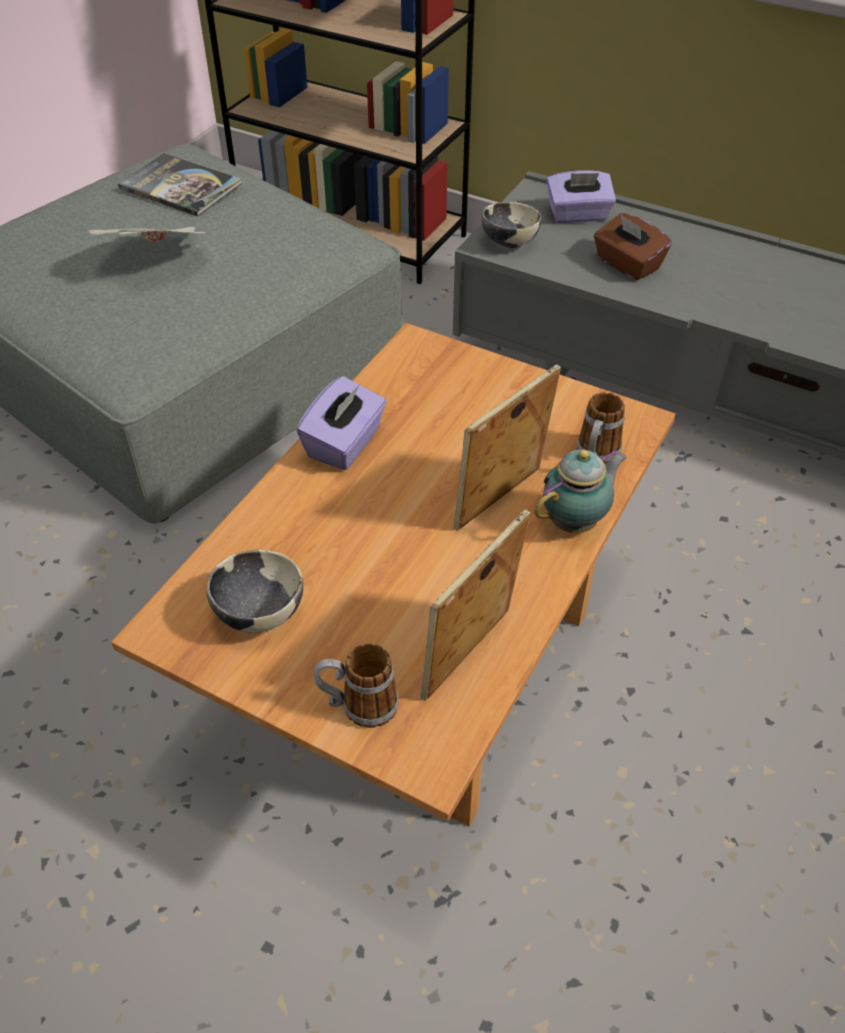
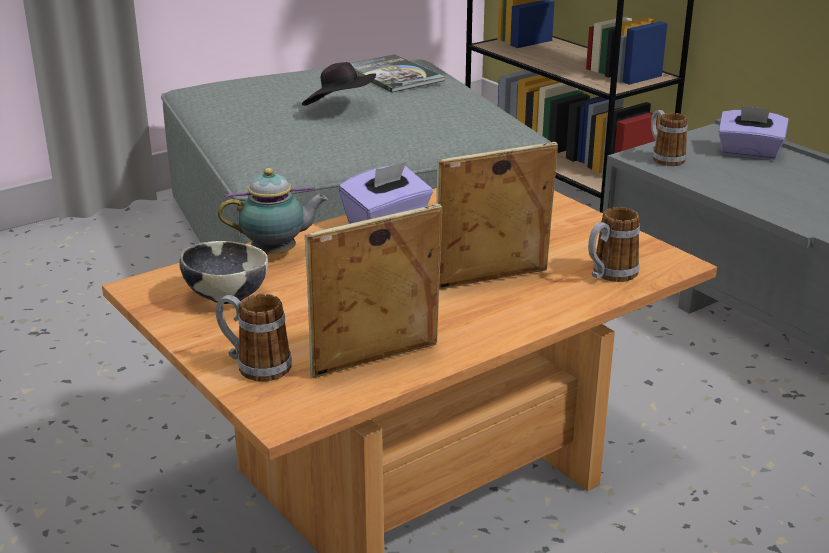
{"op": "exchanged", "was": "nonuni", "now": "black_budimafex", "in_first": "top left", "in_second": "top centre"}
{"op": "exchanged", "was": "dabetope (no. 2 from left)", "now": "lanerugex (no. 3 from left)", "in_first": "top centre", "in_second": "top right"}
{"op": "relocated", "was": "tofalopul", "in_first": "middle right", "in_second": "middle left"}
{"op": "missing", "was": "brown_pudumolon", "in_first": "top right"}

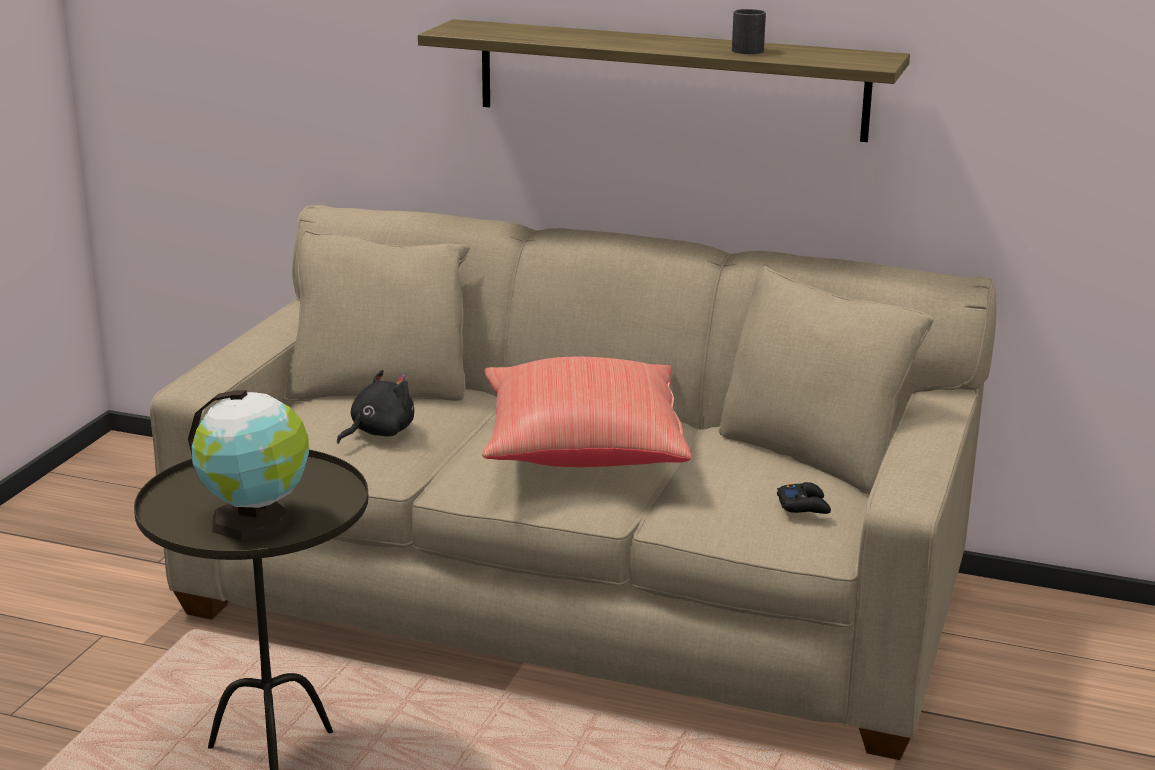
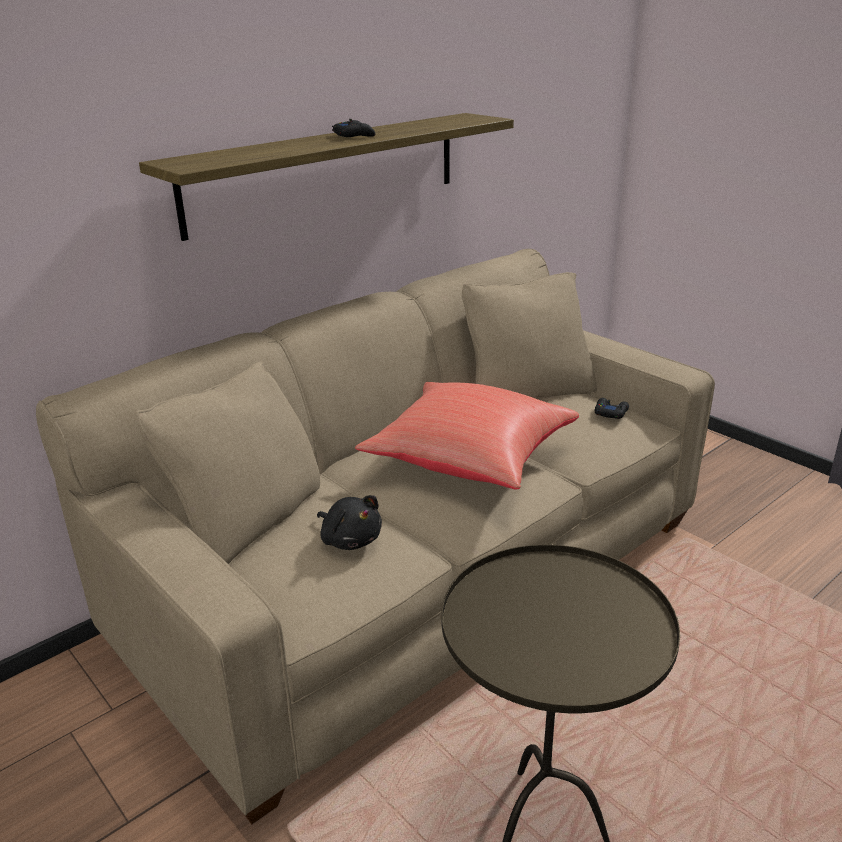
{"op": "missing", "was": "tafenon", "in_first": "middle left"}
{"op": "spun", "was": "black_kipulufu", "in_first": "middle left", "in_second": "centre", "clockwise": 150}
{"op": "missing", "was": "black_lanerugex", "in_first": "top centre"}
{"op": "appeared", "now": "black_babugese (no. 1 from left)", "in_second": "top centre"}

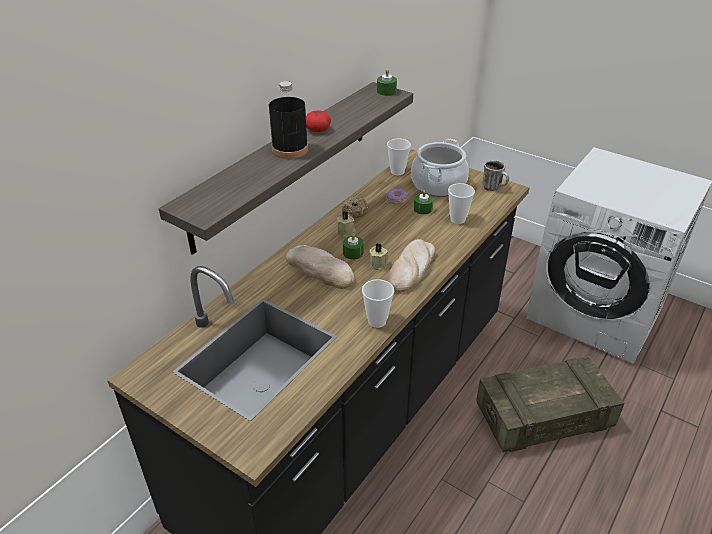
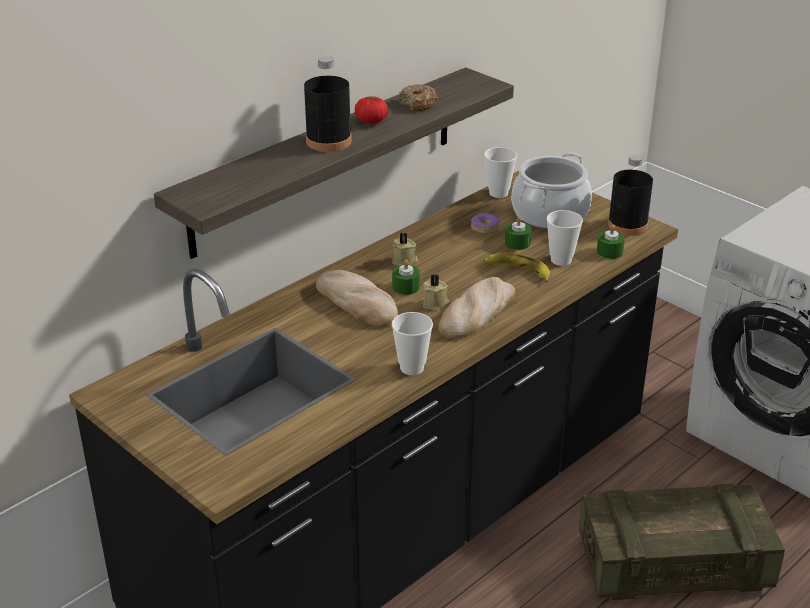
{"op": "relocated", "was": "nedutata (no. 1 from left)", "in_first": "centre", "in_second": "top centre"}
{"op": "relocated", "was": "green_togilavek (no. 2 from left in the first image)", "now": "green_togilavek (no. 3 from left)", "in_first": "top centre", "in_second": "middle right"}
{"op": "exchanged", "was": "lanerugex", "now": "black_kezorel (no. 2 from left)", "in_first": "top right", "in_second": "top right"}
{"op": "appeared", "now": "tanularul", "in_second": "centre"}

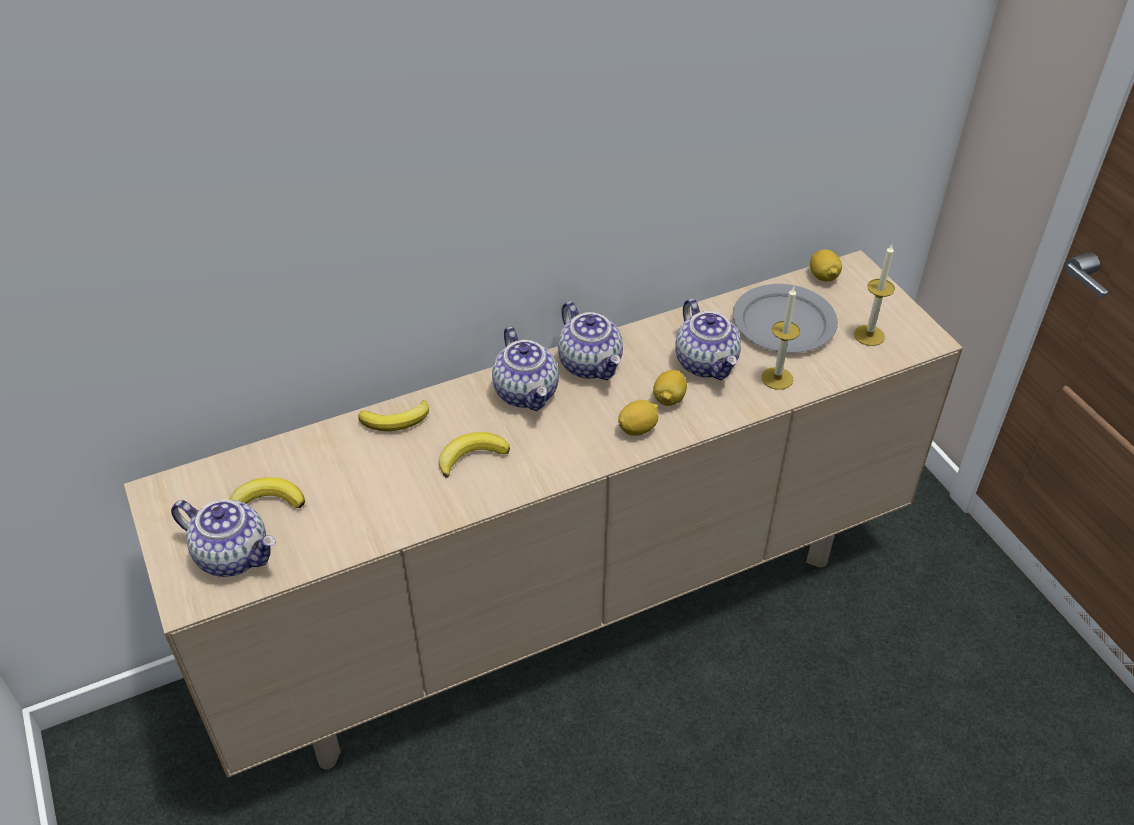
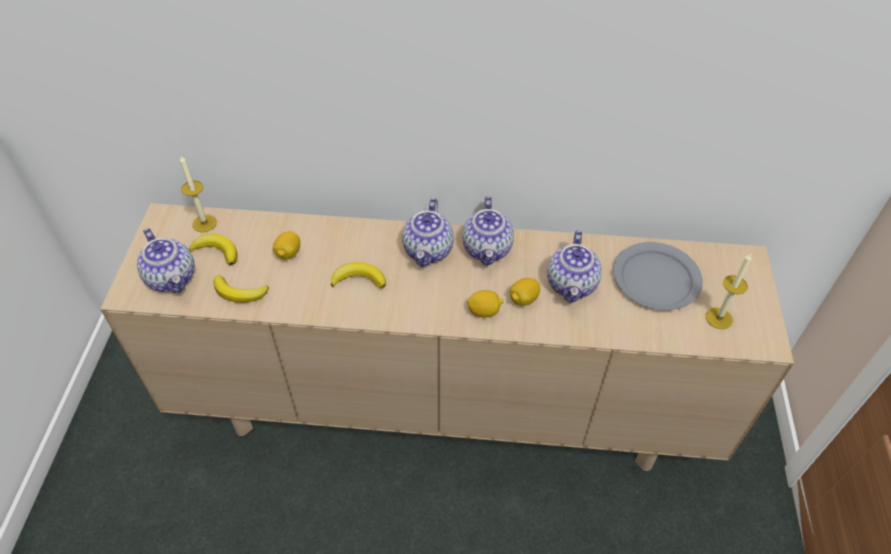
{"op": "relocated", "was": "tanularul (no. 2 from left)", "in_first": "centre", "in_second": "middle left"}
{"op": "relocated", "was": "togilavek (no. 1 from left)", "in_first": "middle right", "in_second": "middle left"}
{"op": "relocated", "was": "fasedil (no. 3 from left in the first image)", "now": "fasedil (no. 1 from left)", "in_first": "top right", "in_second": "middle left"}

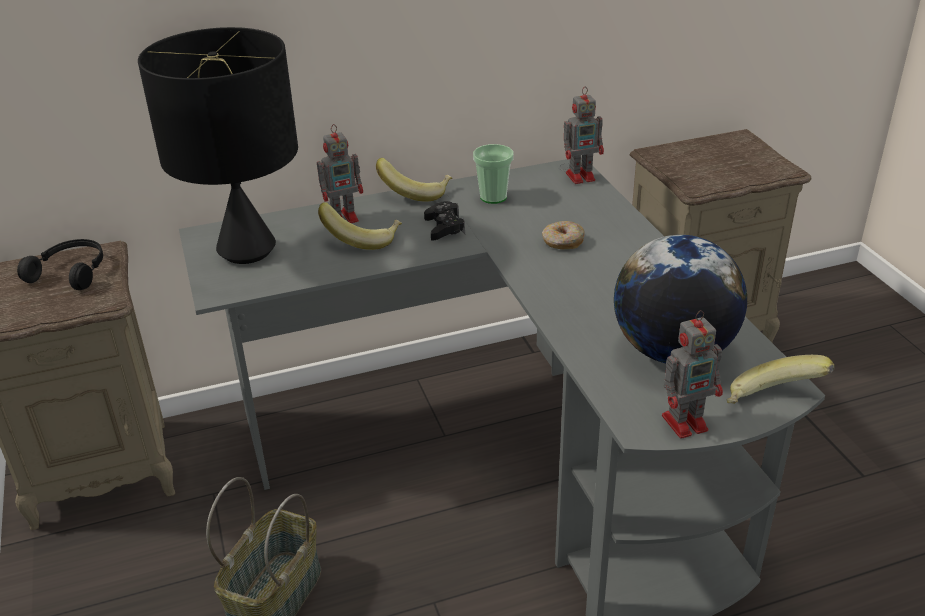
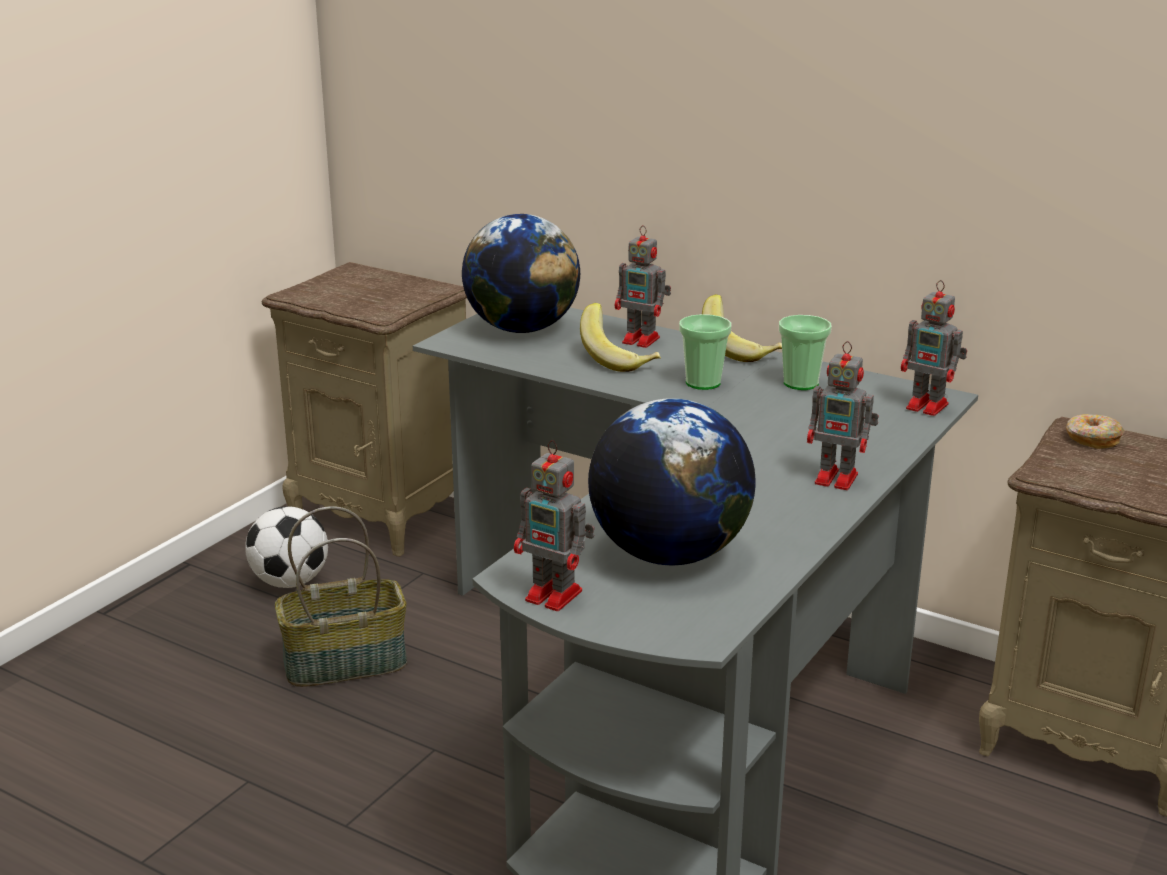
{"op": "missing", "was": "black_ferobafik", "in_first": "middle left"}
{"op": "exchanged", "was": "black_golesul", "now": "tafenon (no. 1 from left)", "in_first": "top left", "in_second": "top centre"}
{"op": "exchanged", "was": "black_babugese", "now": "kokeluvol (no. 1 from left)", "in_first": "centre", "in_second": "centre"}
{"op": "relocated", "was": "nedutata", "in_first": "centre", "in_second": "middle right"}
{"op": "missing", "was": "tanularul (no. 3 from left)", "in_first": "middle right"}
{"op": "appeared", "now": "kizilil", "in_second": "middle left"}
{"op": "appeared", "now": "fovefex (no. 3 from left)", "in_second": "middle right"}

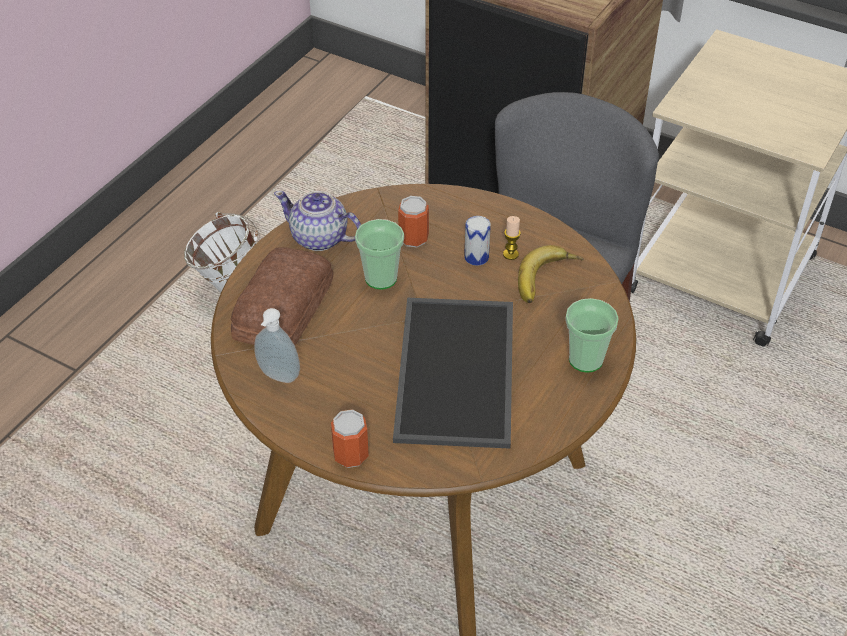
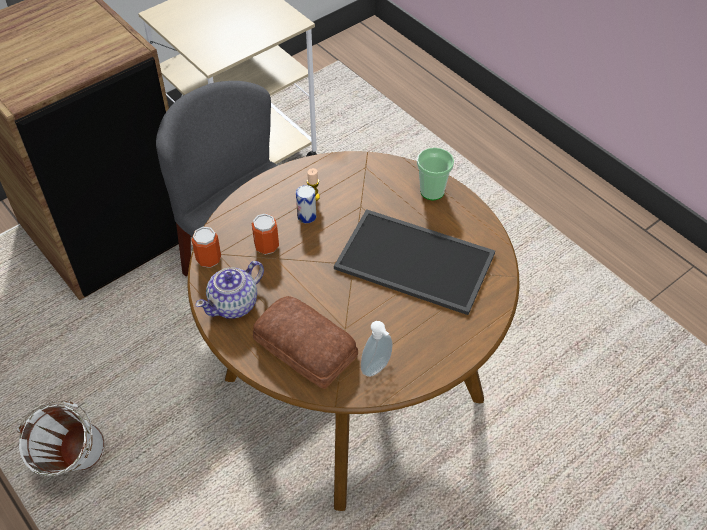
{"op": "relocated", "was": "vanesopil (no. 1 from left)", "in_first": "bottom centre", "in_second": "middle left"}
{"op": "missing", "was": "kokeluvol (no. 1 from left)", "in_first": "centre"}
{"op": "missing", "was": "tanularul", "in_first": "centre"}

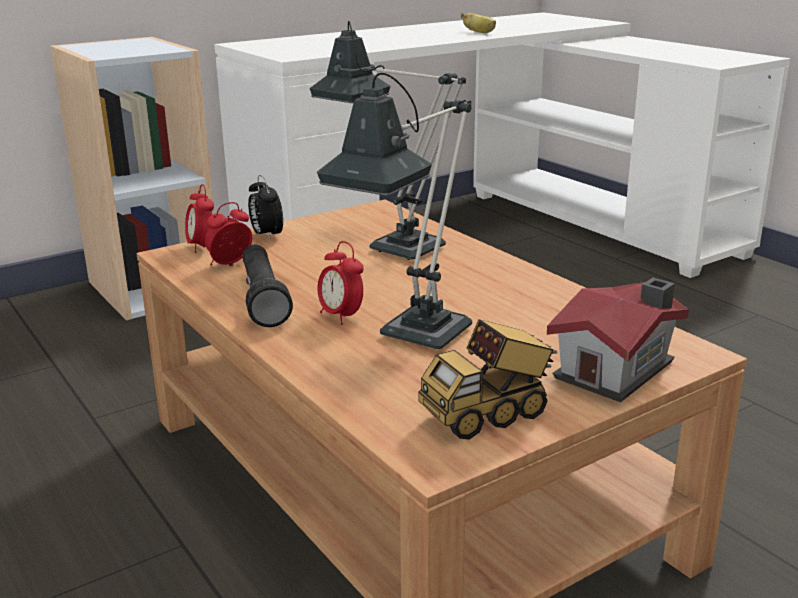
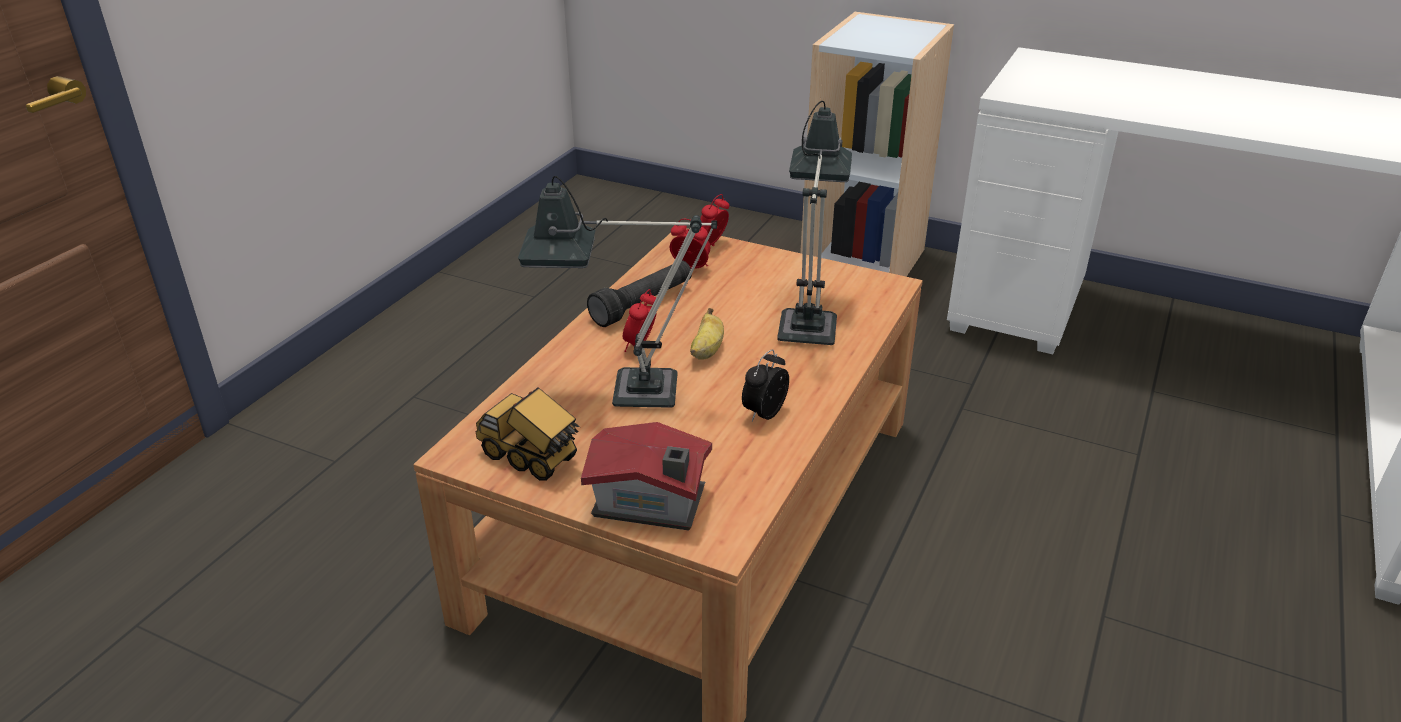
{"op": "relocated", "was": "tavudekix (no. 3 from left in the first image)", "now": "tavudekix (no. 4 from left)", "in_first": "middle left", "in_second": "centre"}
{"op": "relocated", "was": "tanularul", "in_first": "top centre", "in_second": "centre"}

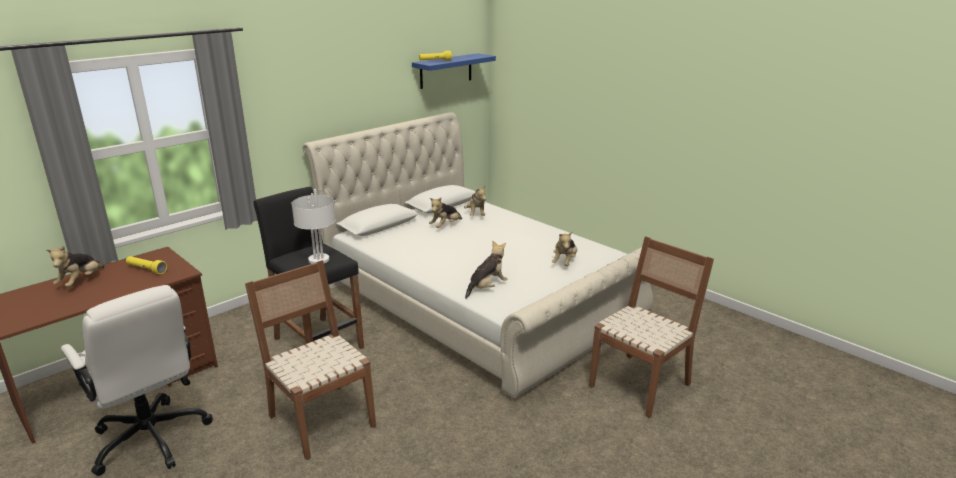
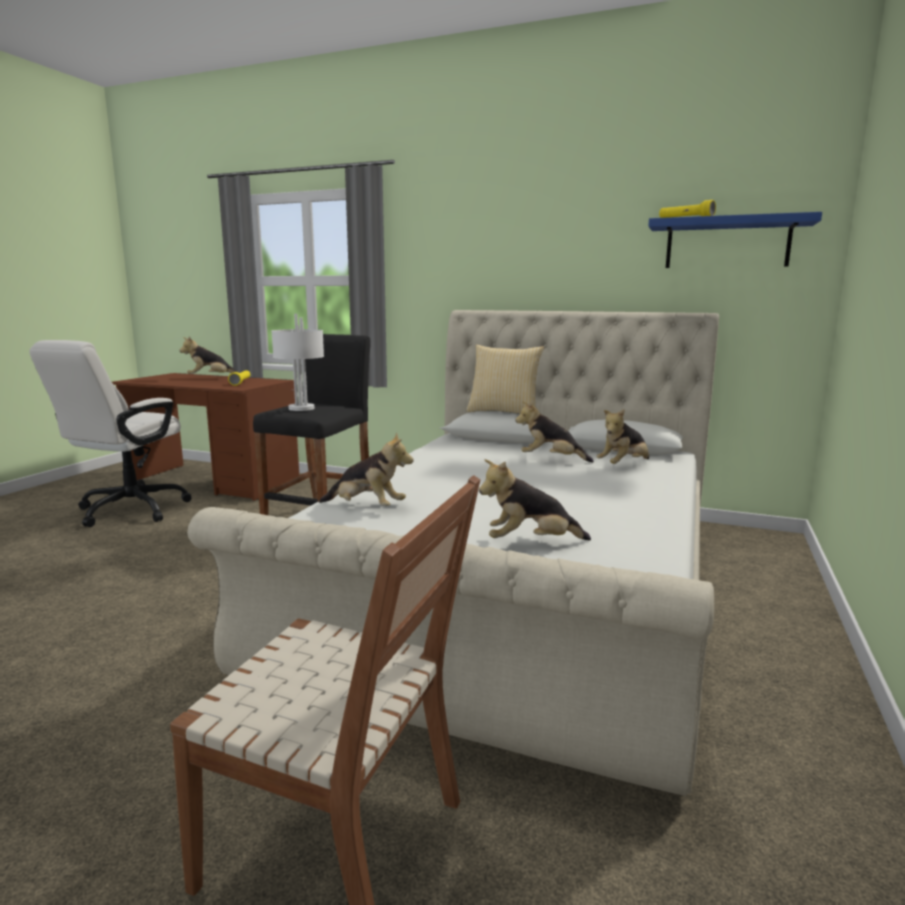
{"op": "missing", "was": "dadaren (no. 1 from left)", "in_first": "bottom left"}
{"op": "appeared", "now": "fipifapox", "in_second": "centre"}

